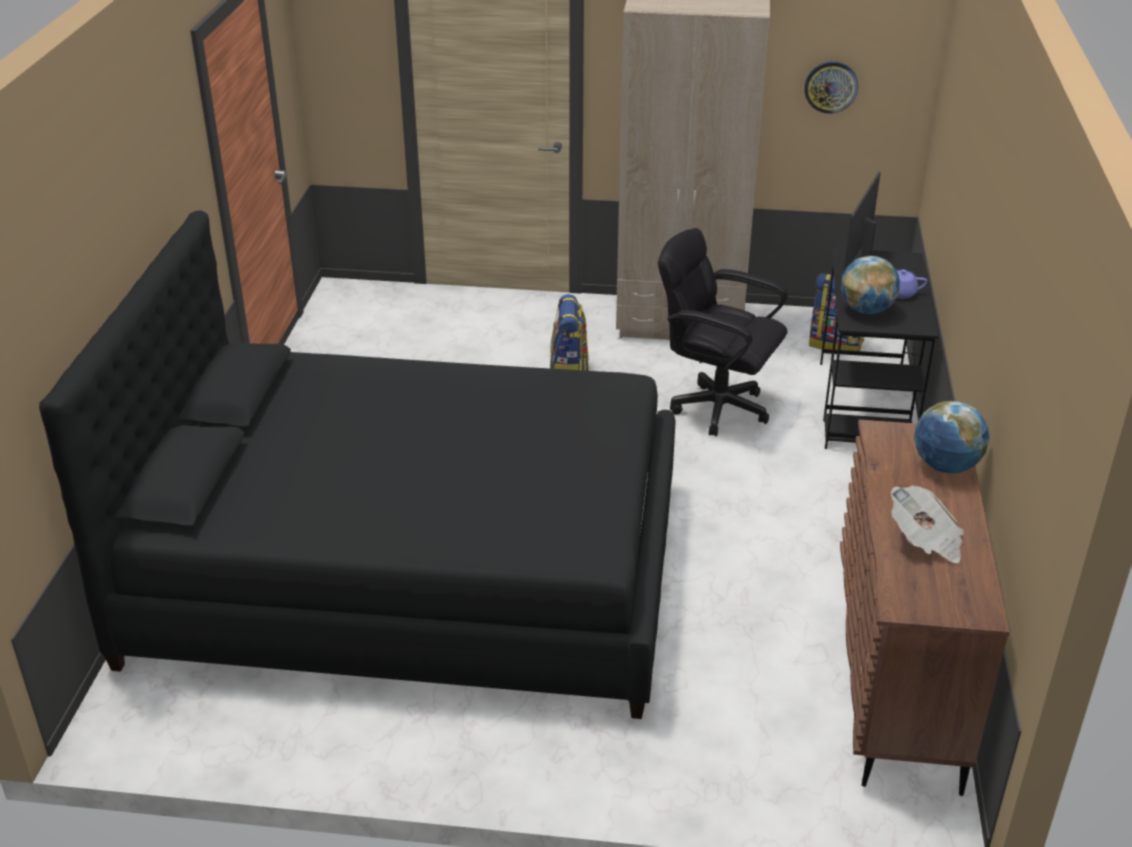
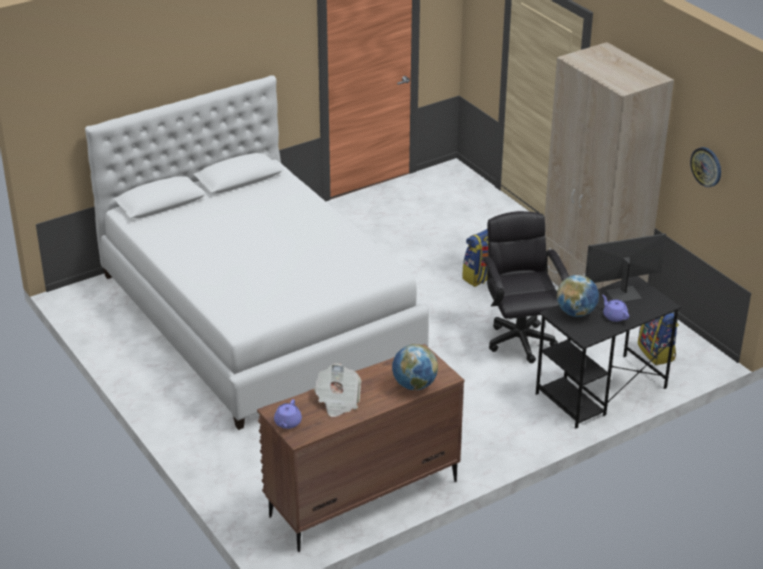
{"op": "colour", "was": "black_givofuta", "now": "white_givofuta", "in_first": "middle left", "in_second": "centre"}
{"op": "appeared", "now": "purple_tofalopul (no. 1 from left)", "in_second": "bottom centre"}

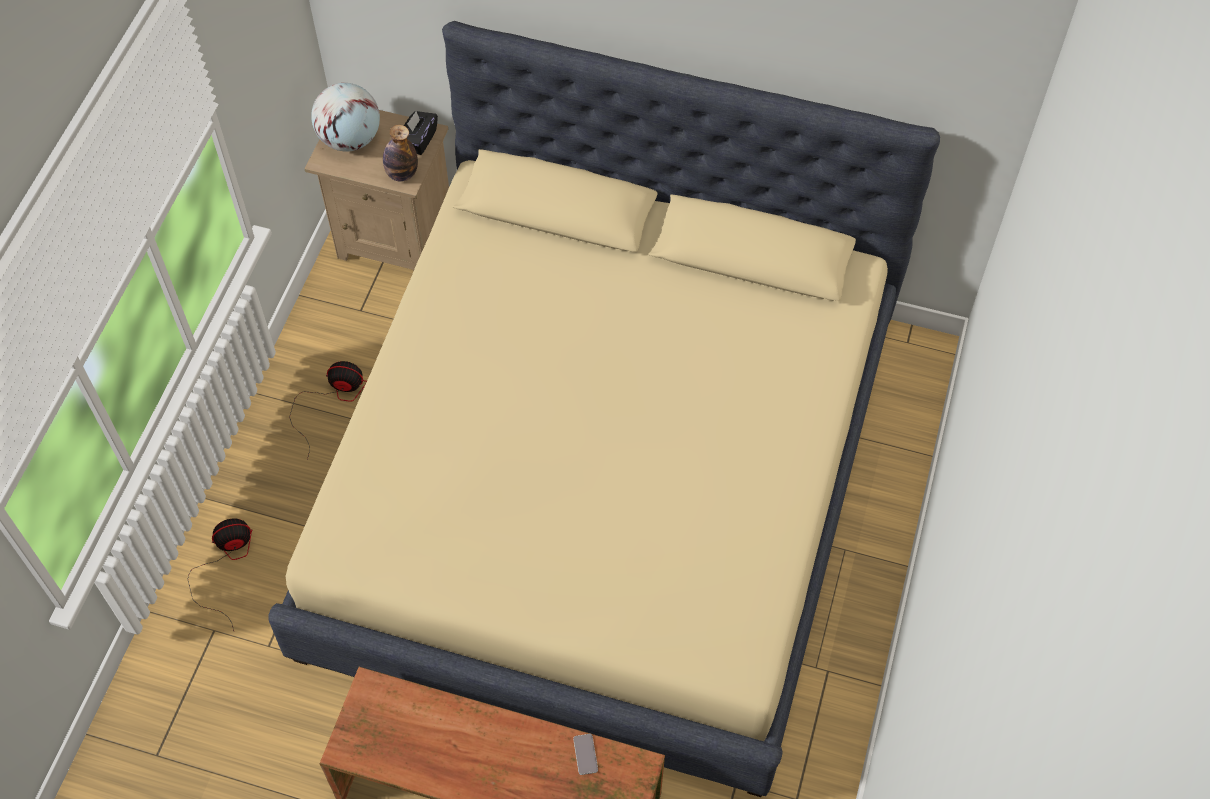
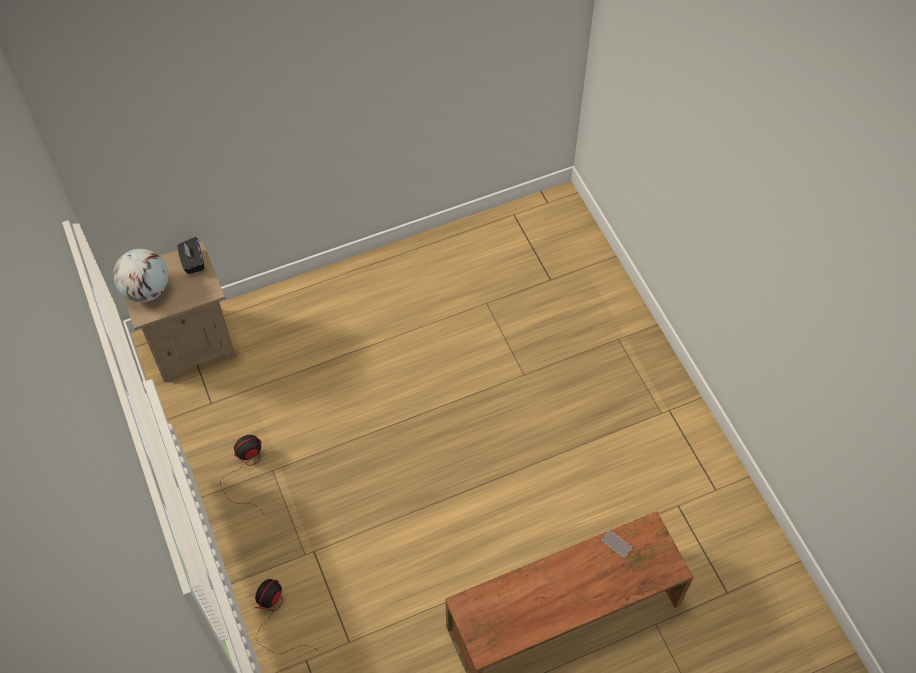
{"op": "missing", "was": "beige_givofuta", "in_first": "centre"}
{"op": "missing", "was": "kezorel", "in_first": "top left"}

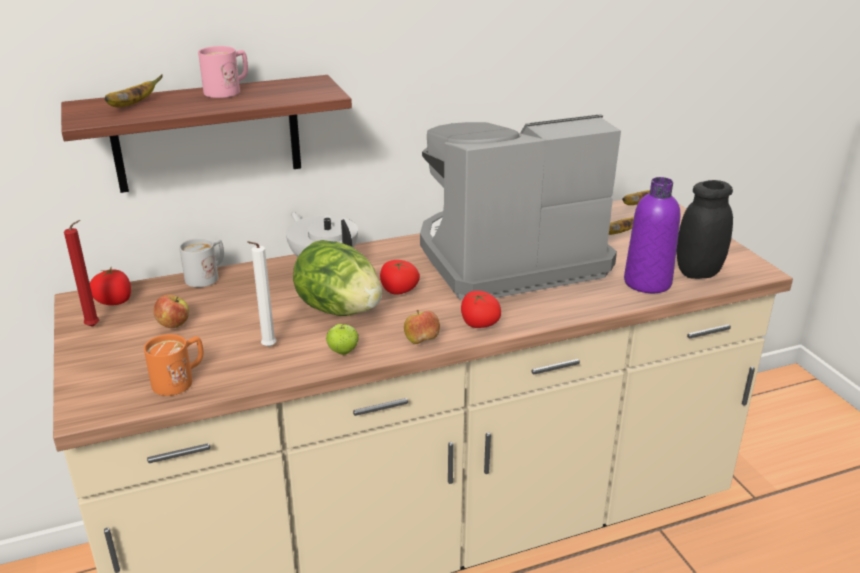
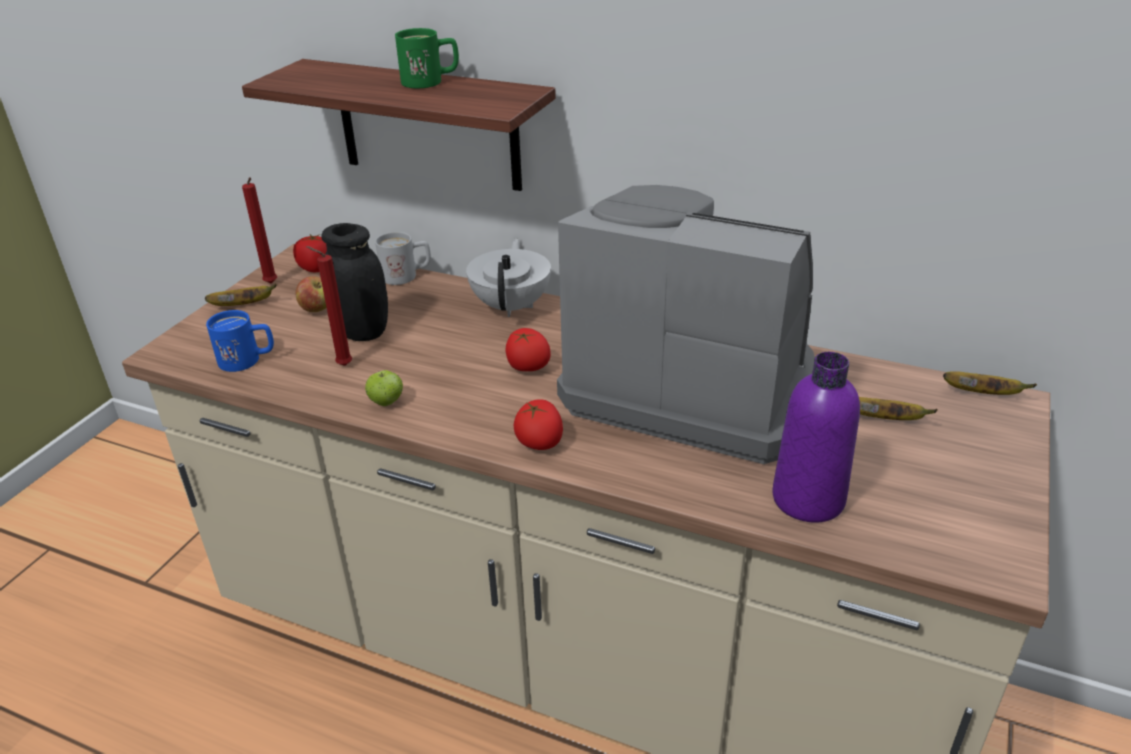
{"op": "relocated", "was": "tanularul (no. 1 from left)", "in_first": "top left", "in_second": "middle left"}
{"op": "colour", "was": "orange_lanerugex", "now": "blue_lanerugex", "in_first": "middle left", "in_second": "middle left"}
{"op": "colour", "was": "pink_lanerugex", "now": "green_lanerugex", "in_first": "top left", "in_second": "top centre"}
{"op": "colour", "was": "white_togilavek", "now": "red_togilavek (no. 2 from left)", "in_first": "middle left", "in_second": "middle left"}
{"op": "missing", "was": "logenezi", "in_first": "centre"}
{"op": "missing", "was": "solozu (no. 3 from left)", "in_first": "centre"}
{"op": "relocated", "was": "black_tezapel", "in_first": "middle right", "in_second": "middle left"}

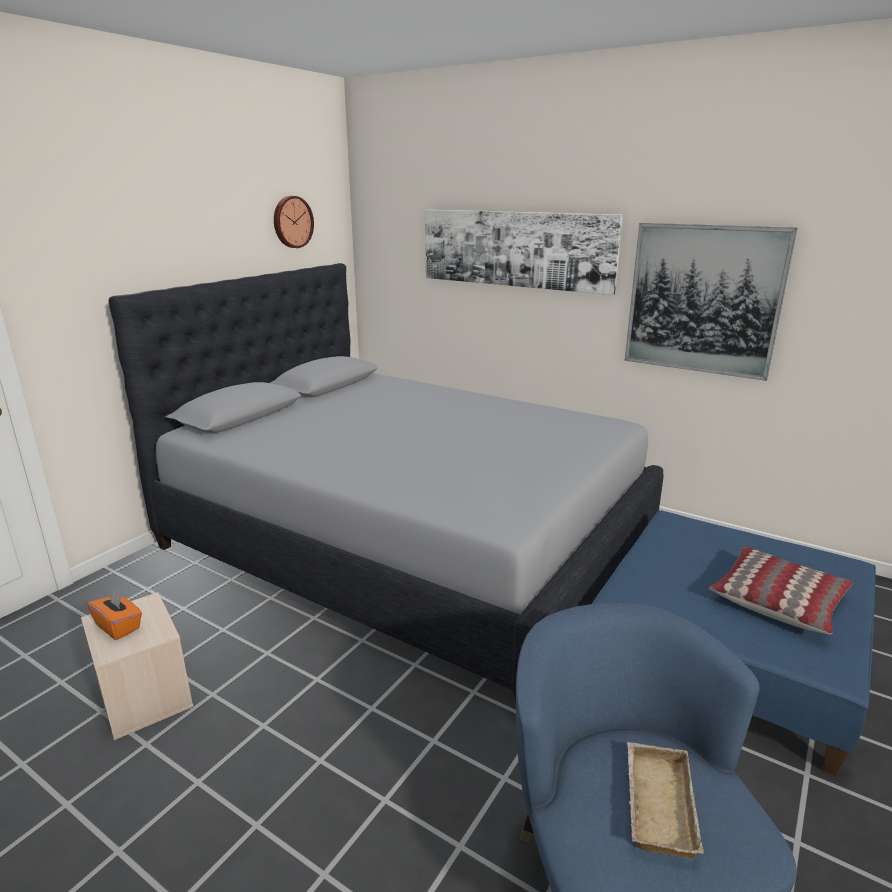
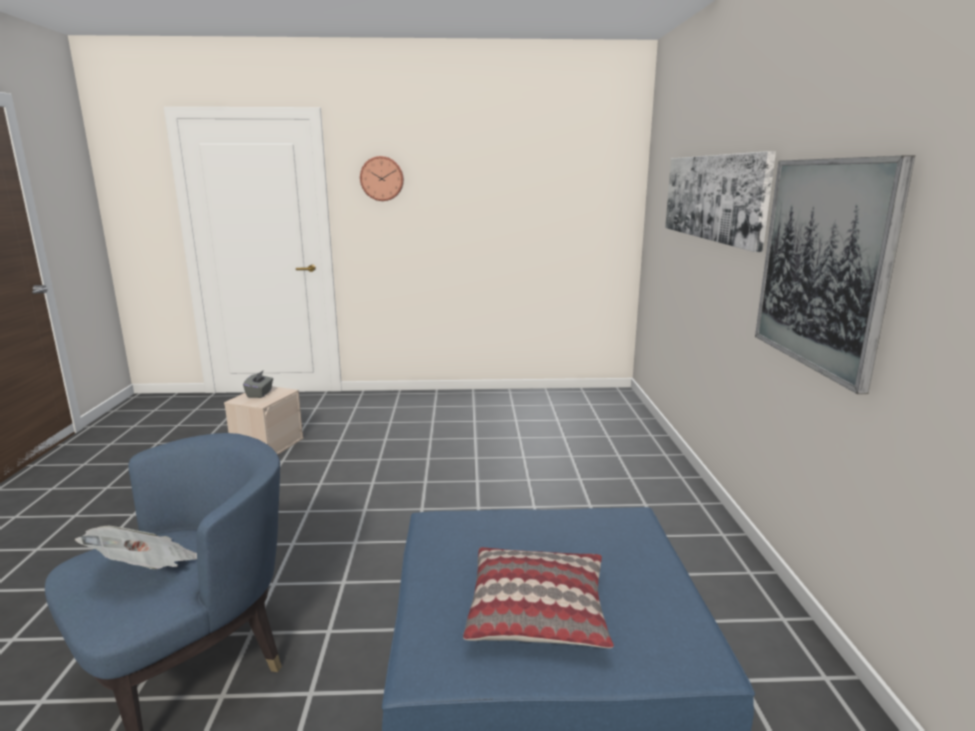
{"op": "colour", "was": "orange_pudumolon", "now": "grey_pudumolon", "in_first": "bottom left", "in_second": "middle left"}
{"op": "missing", "was": "grey_givofuta", "in_first": "centre"}
{"op": "relocated", "was": "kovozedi", "in_first": "top left", "in_second": "top centre"}
{"op": "exchanged", "was": "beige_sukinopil", "now": "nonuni", "in_first": "bottom right", "in_second": "bottom left"}

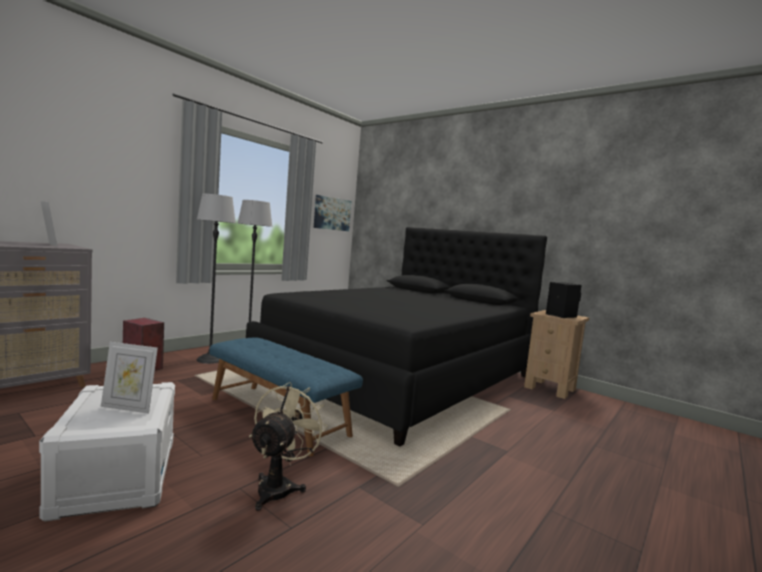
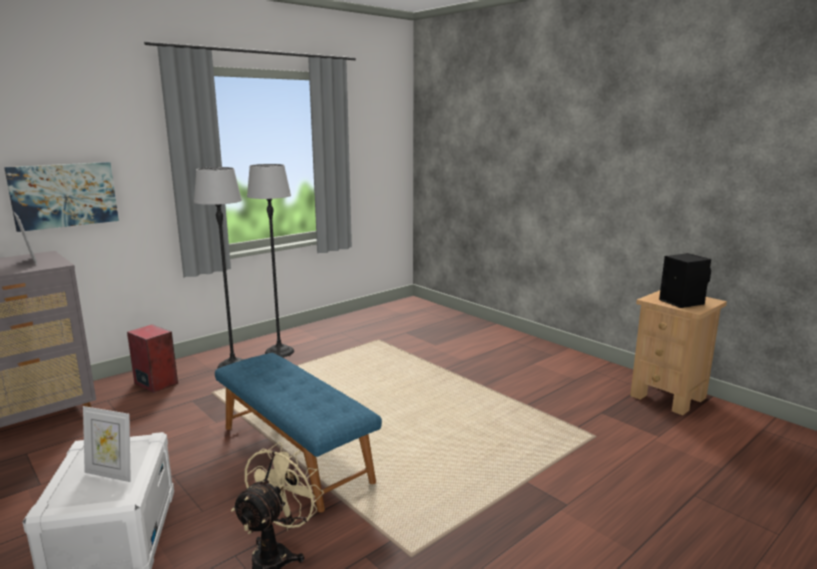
{"op": "missing", "was": "black_givofuta", "in_first": "centre"}
{"op": "relocated", "was": "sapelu", "in_first": "centre", "in_second": "middle left"}

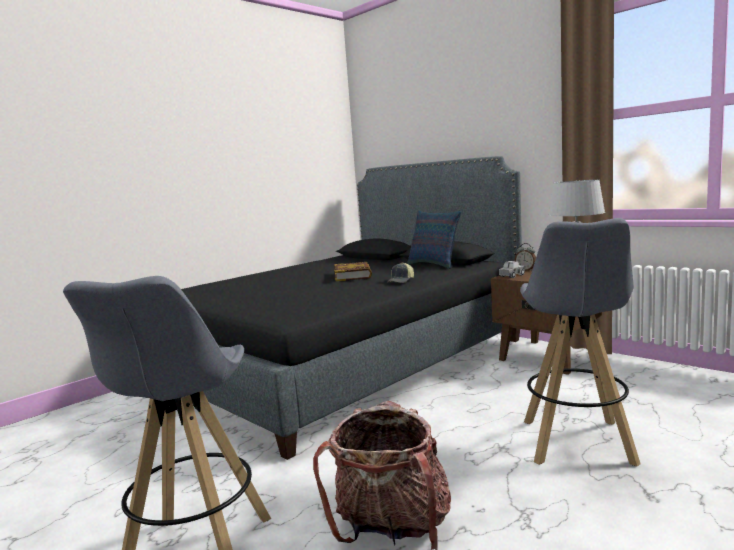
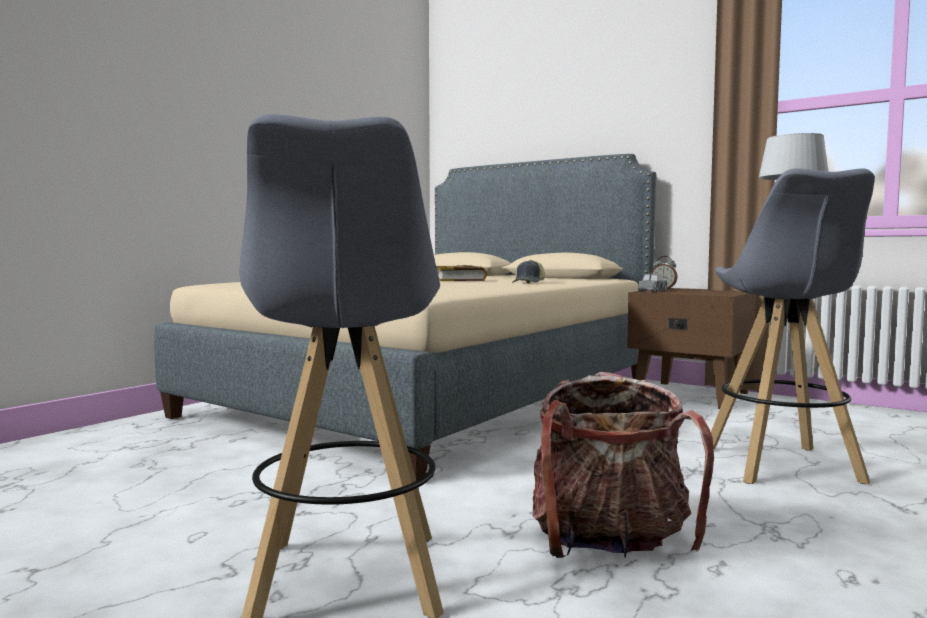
{"op": "colour", "was": "black_givofuta", "now": "beige_givofuta", "in_first": "centre", "in_second": "centre"}
{"op": "missing", "was": "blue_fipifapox", "in_first": "centre"}

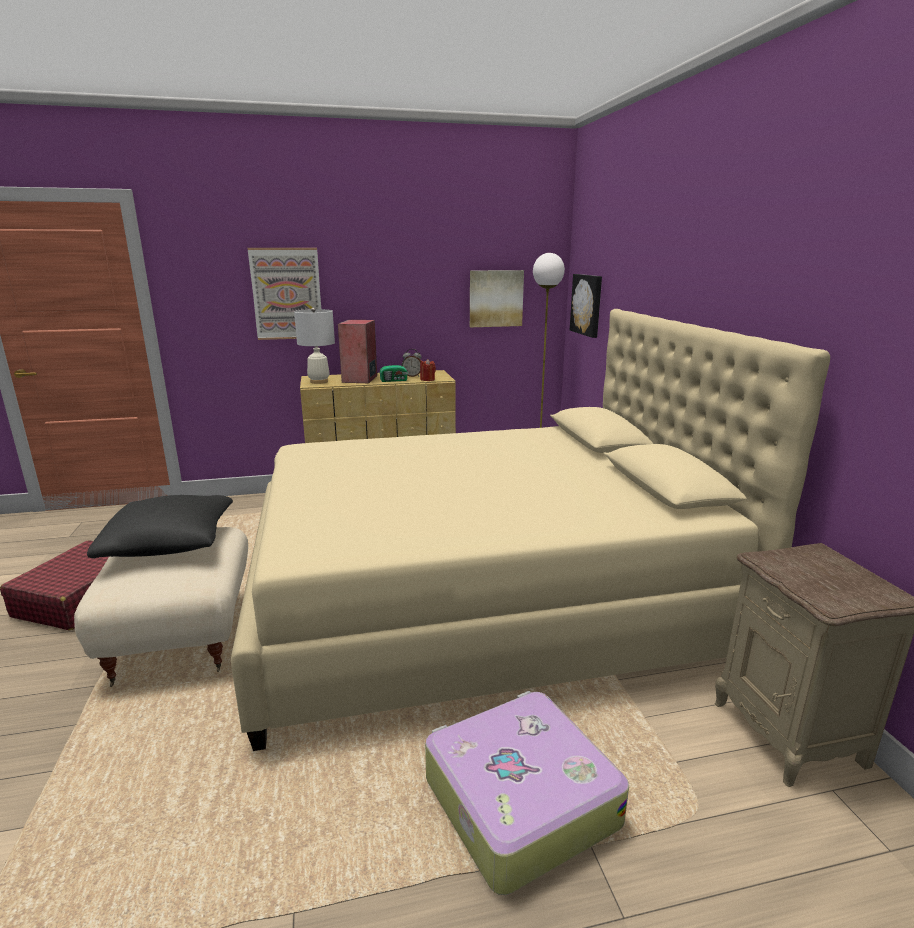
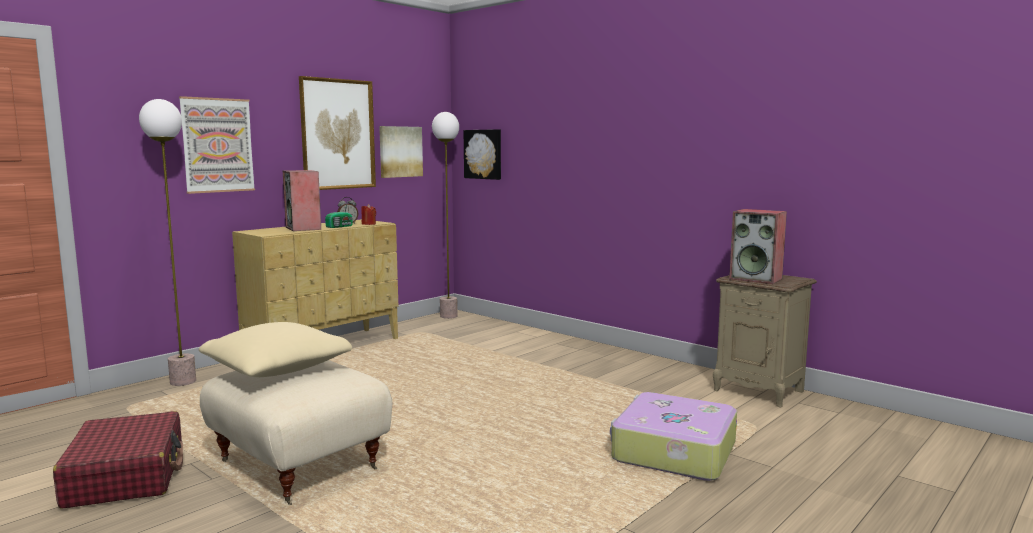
{"op": "colour", "was": "black_fipifapox", "now": "beige_fipifapox", "in_first": "middle left", "in_second": "middle left"}
{"op": "missing", "was": "beige_givofuta", "in_first": "centre"}
{"op": "missing", "was": "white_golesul", "in_first": "centre"}
{"op": "appeared", "now": "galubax (no. 1 from left)", "in_second": "middle left"}
{"op": "appeared", "now": "sapelu (no. 2 from left)", "in_second": "top left"}
{"op": "appeared", "now": "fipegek (no. 2 from left)", "in_second": "middle right"}

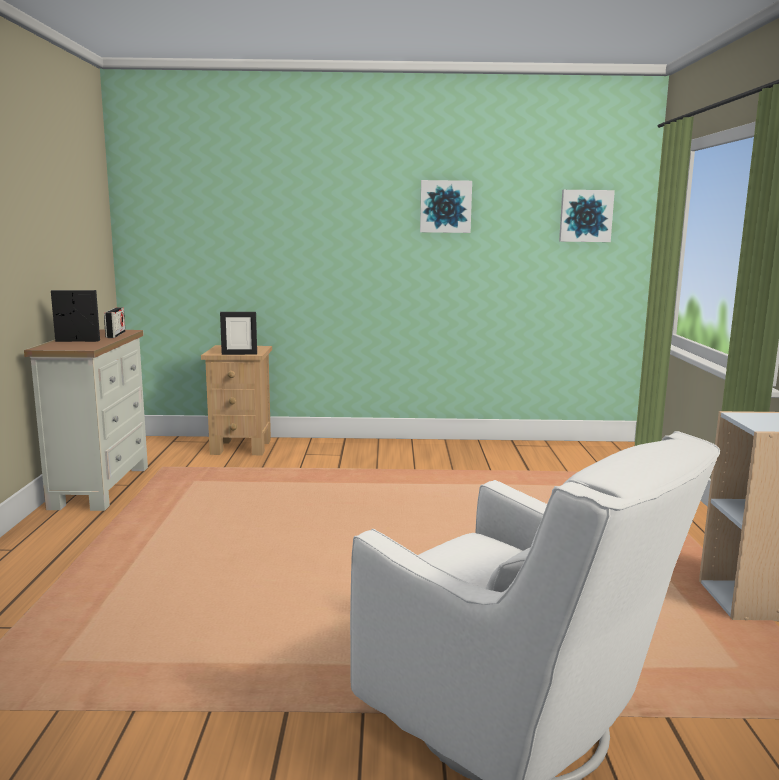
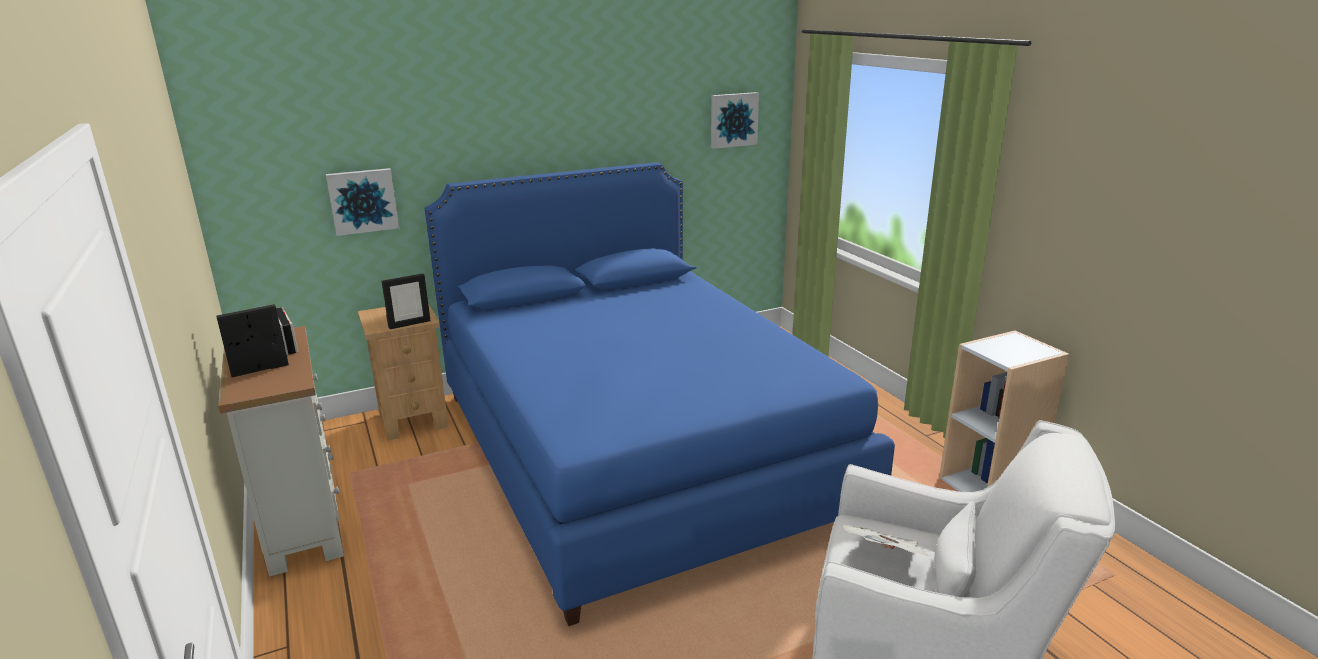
{"op": "relocated", "was": "sapelu (no. 1 from left)", "in_first": "top centre", "in_second": "top left"}
{"op": "appeared", "now": "blue_givofuta", "in_second": "centre"}
{"op": "appeared", "now": "nonuni", "in_second": "bottom right"}

